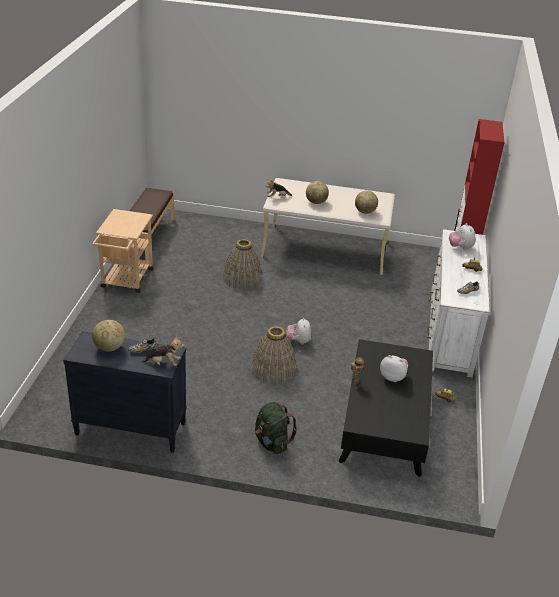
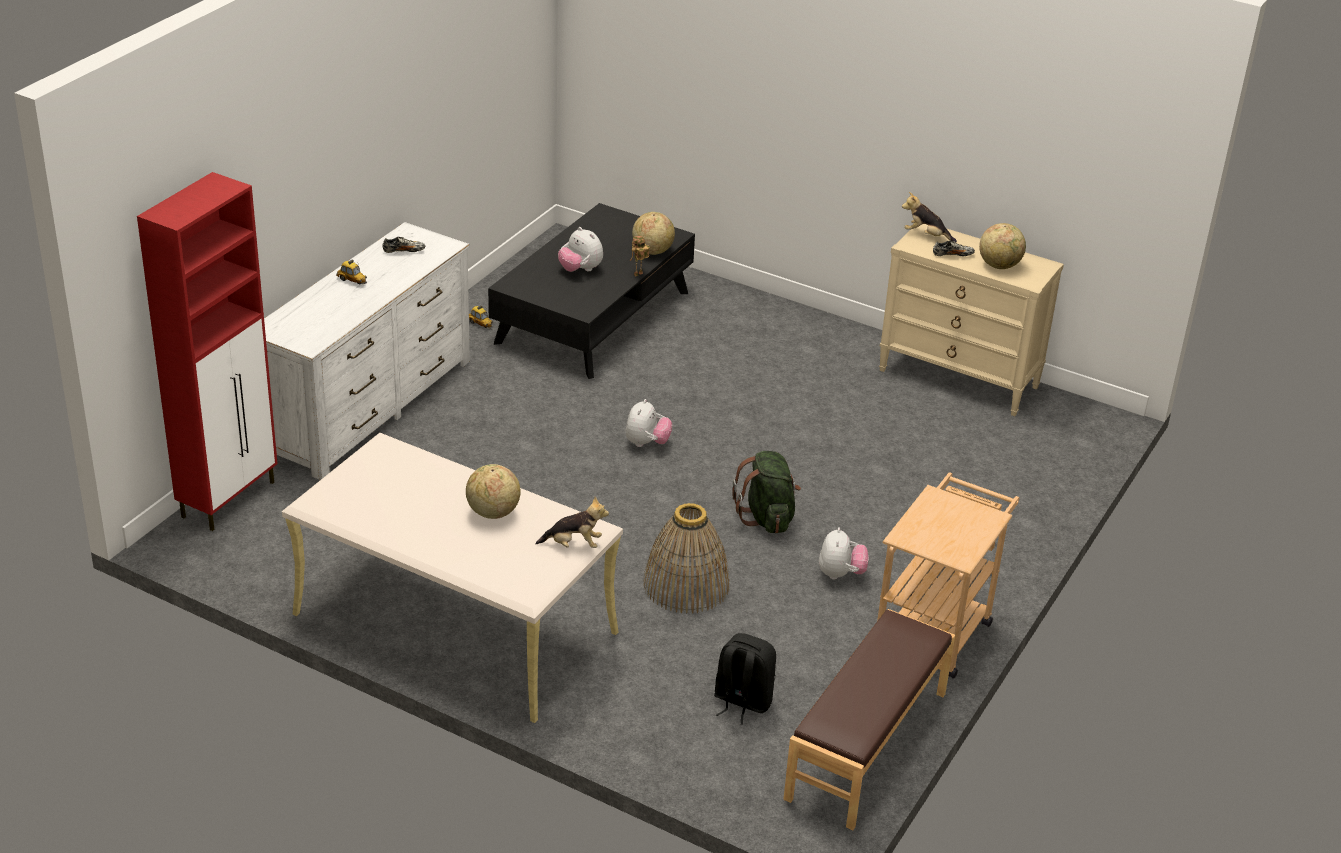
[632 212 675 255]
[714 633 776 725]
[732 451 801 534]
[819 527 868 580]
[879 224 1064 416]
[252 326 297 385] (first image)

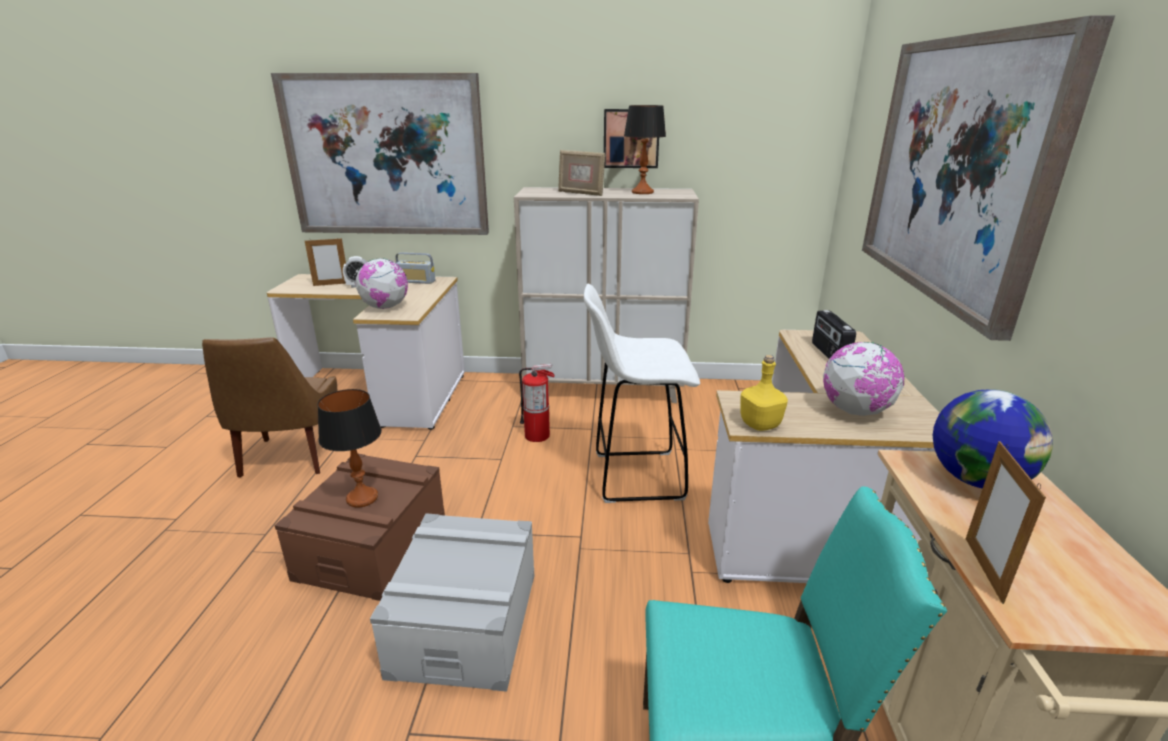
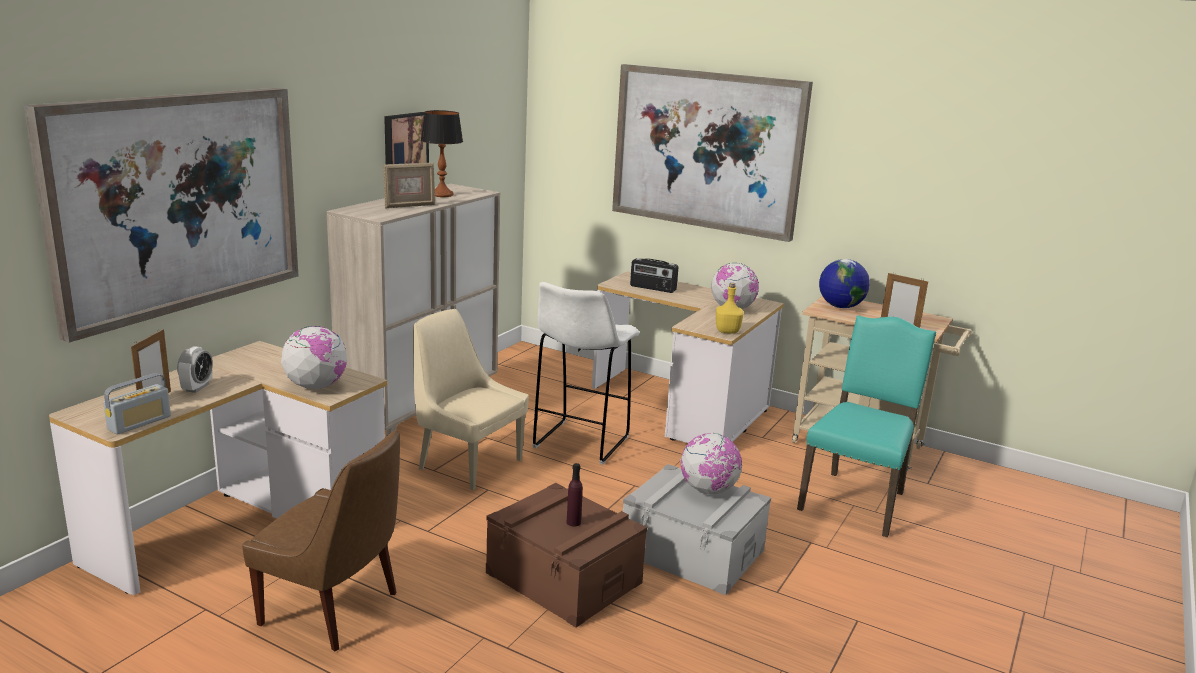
[103 373 171 435]
[413 309 529 490]
[567 463 583 527]
[680 433 742 494]

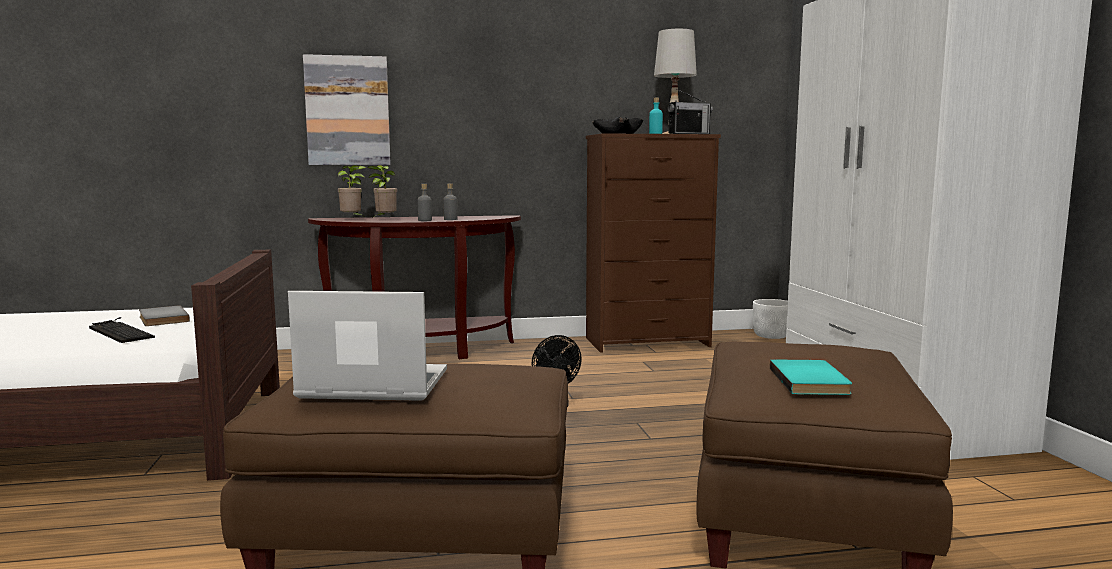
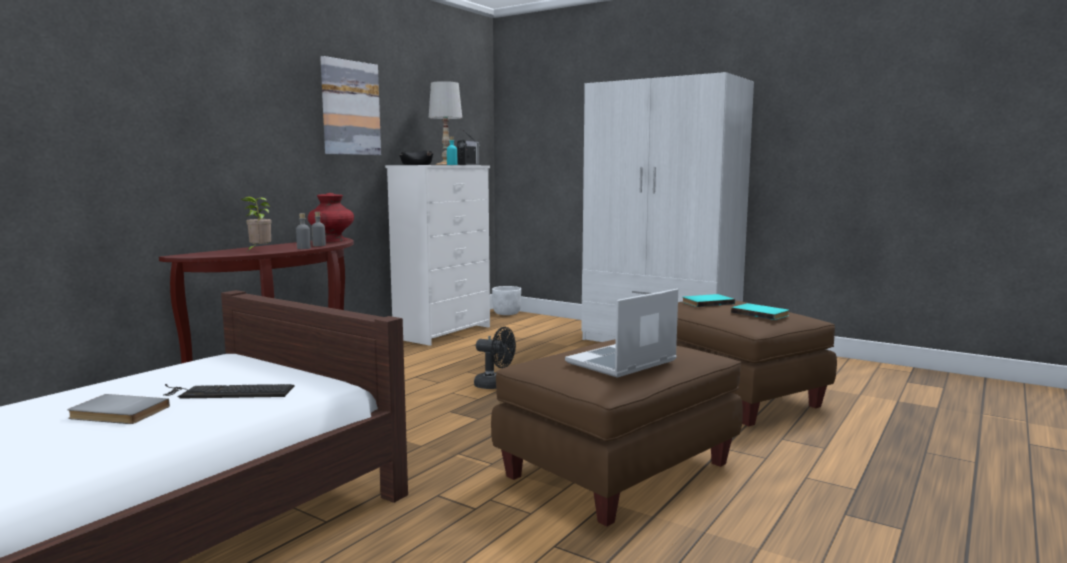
[67 394 170 424]
[308 193 354 242]
[320 56 381 155]
[385 165 490 346]
[683 294 735 307]
[338 165 366 216] (first image)

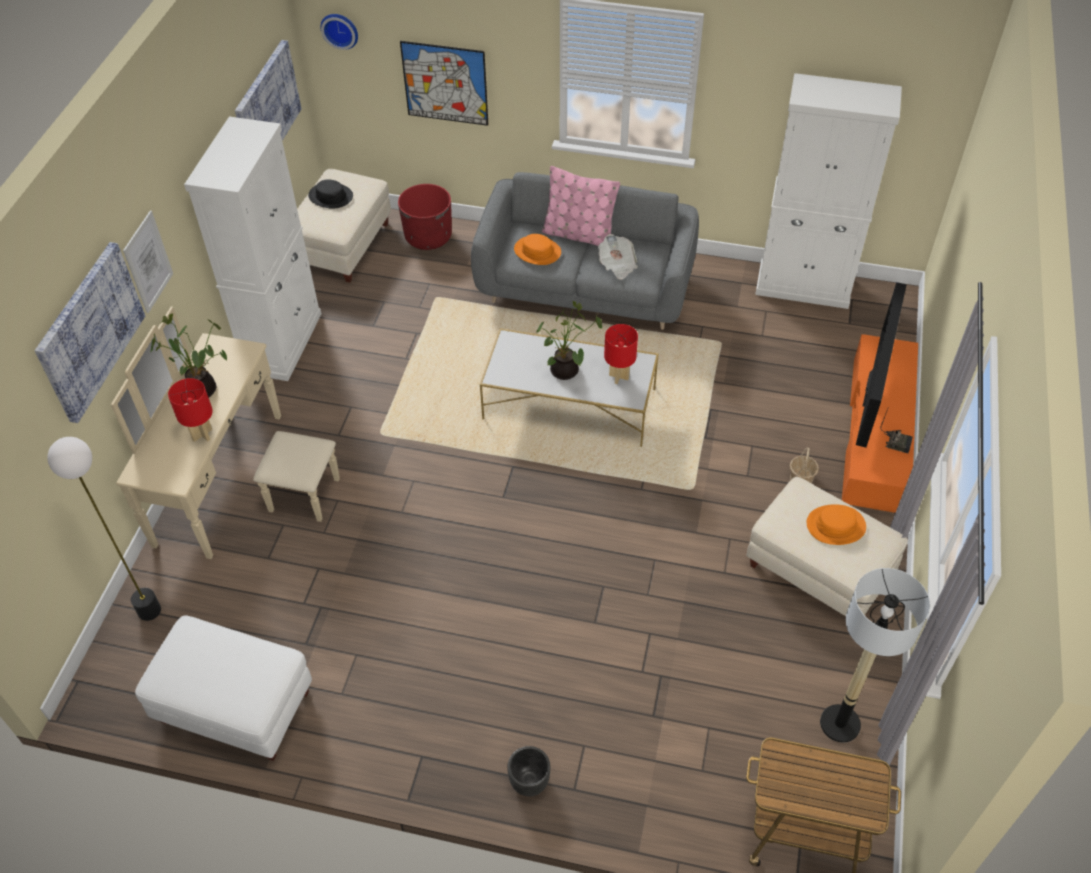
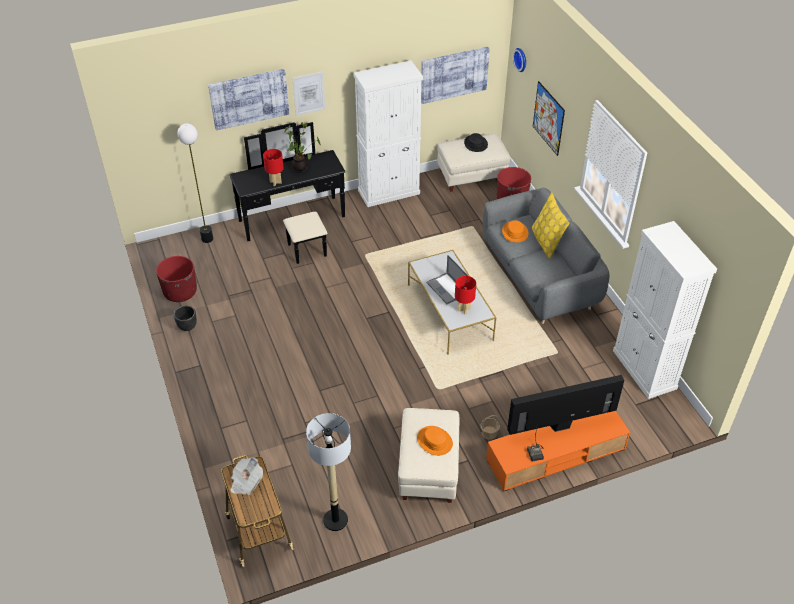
[156 256 197 302]
[174 306 197 331]
[229 122 345 264]
[231 458 263 495]
[426 255 469 304]
[532 192 570 259]

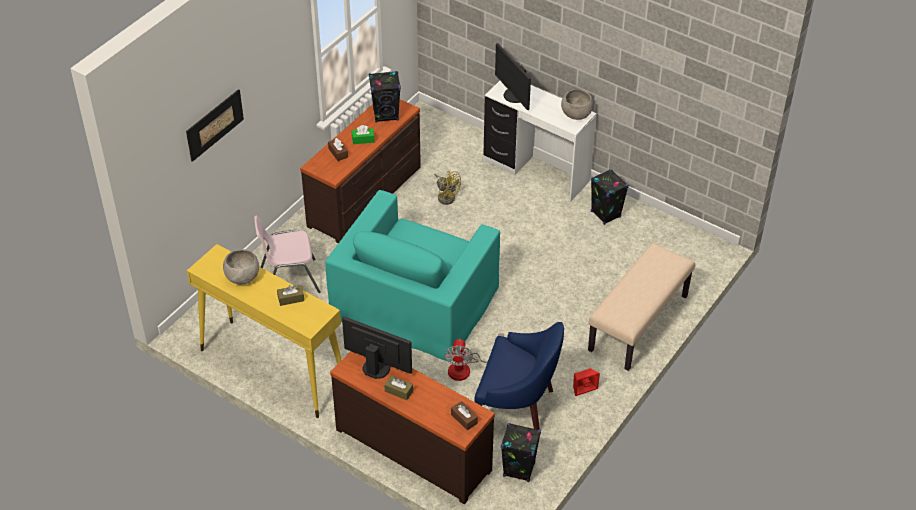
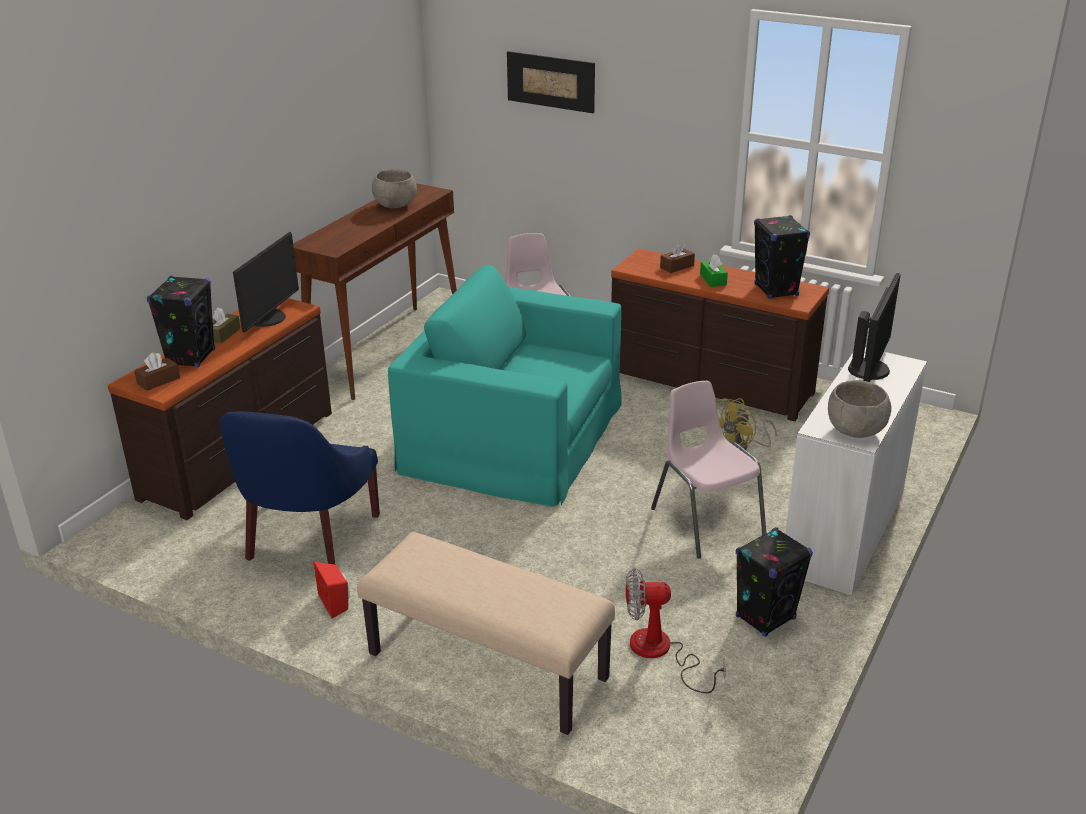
[147 275 215 368]
[293 183 457 400]
[626 568 726 693]
[651 381 766 559]
[848 273 901 382]
[277 285 304 306] (first image)

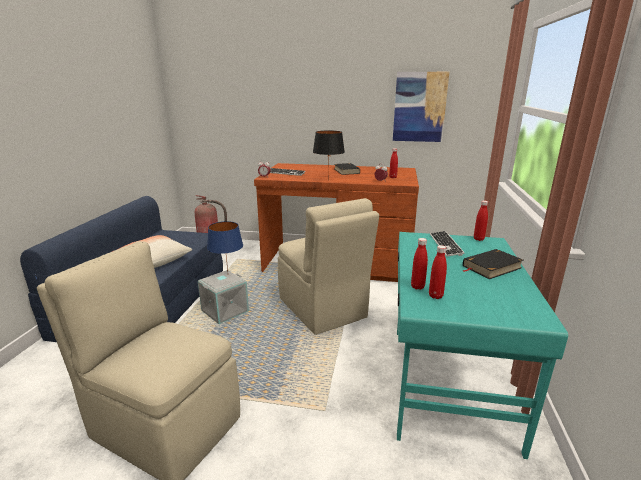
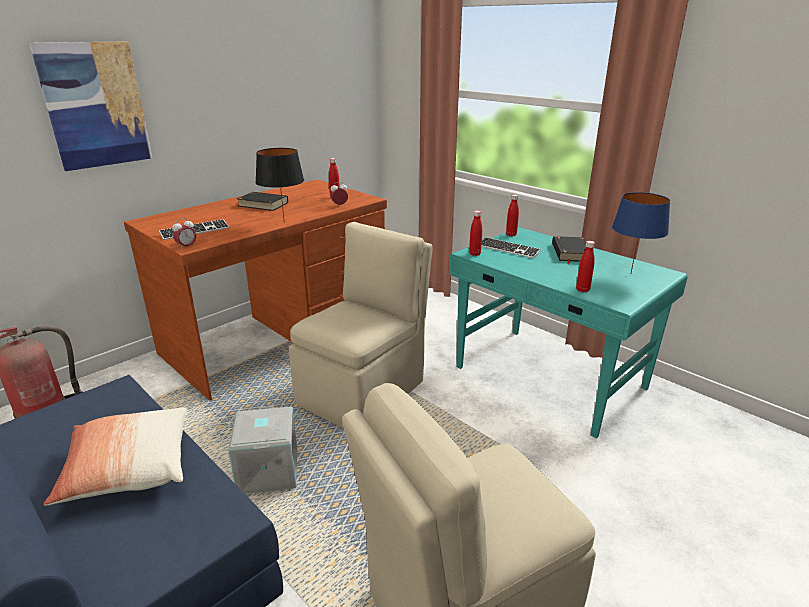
[29 41 152 171]
[289 222 433 428]
[469 211 482 256]
[612 192 670 273]

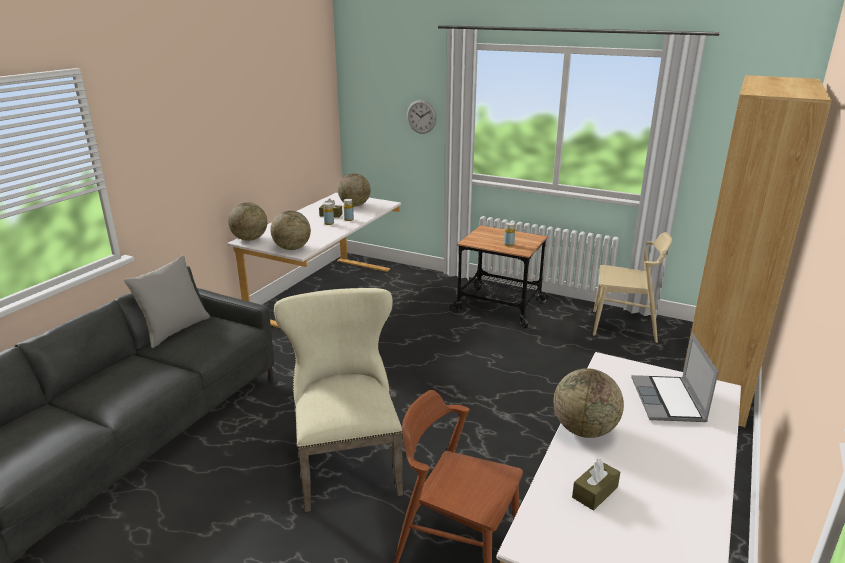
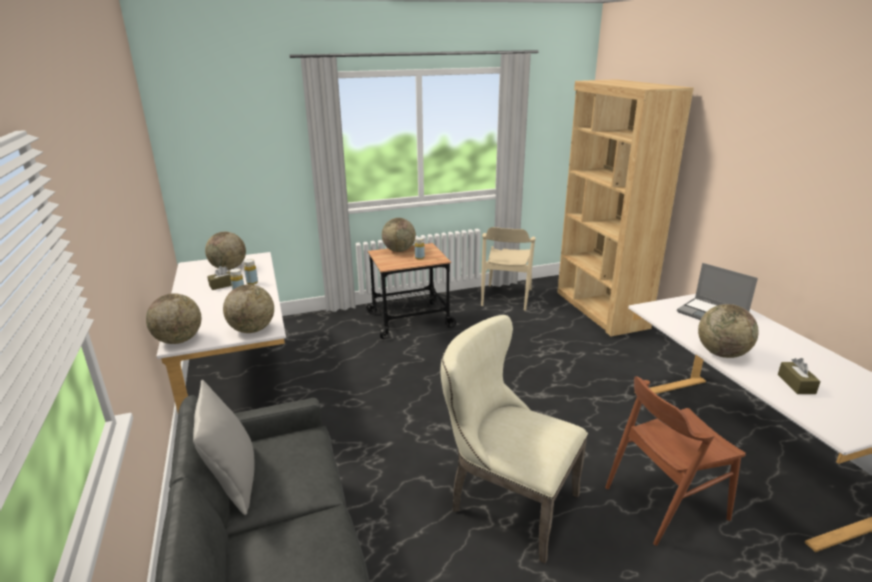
[382 218 416 252]
[481 227 536 311]
[407 100 437 134] (first image)

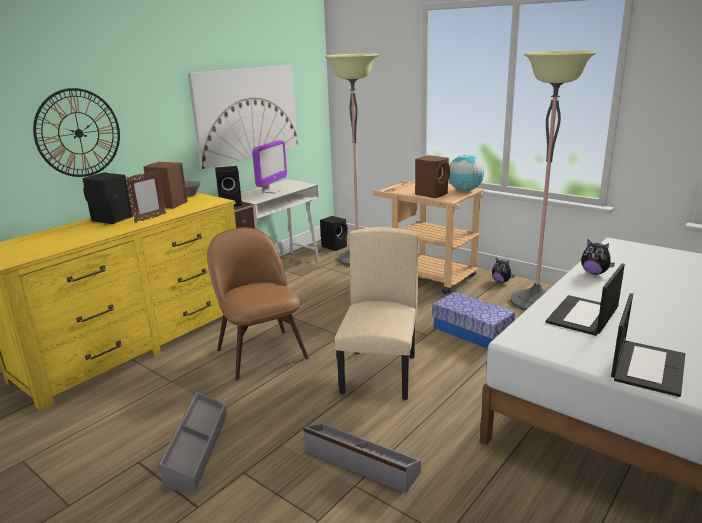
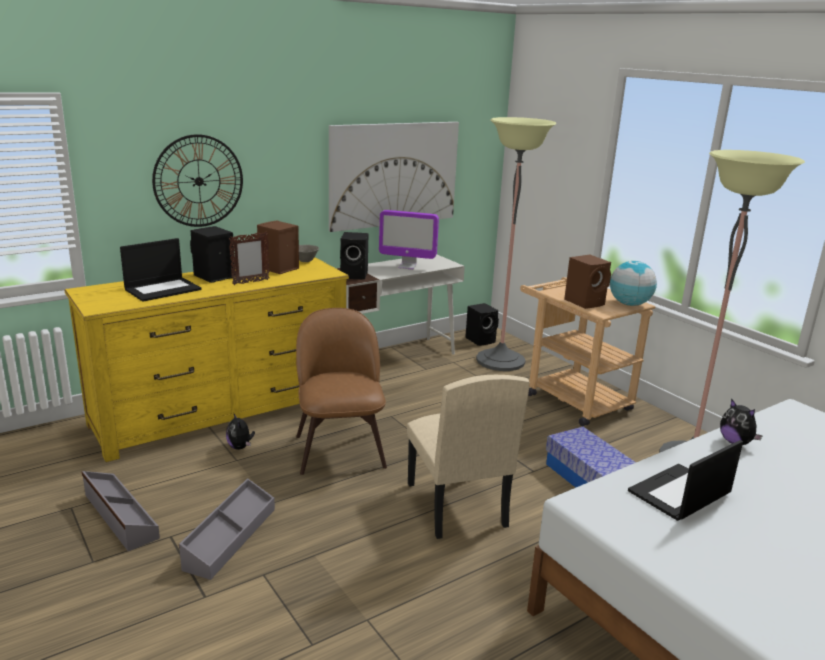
[82 471 160 551]
[120 238 202 302]
[226 412 255 450]
[379 210 439 270]
[407 375 530 539]

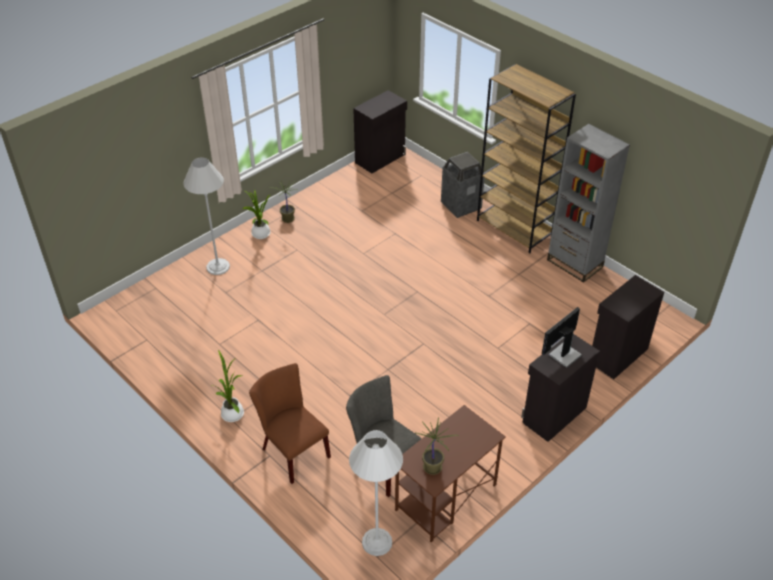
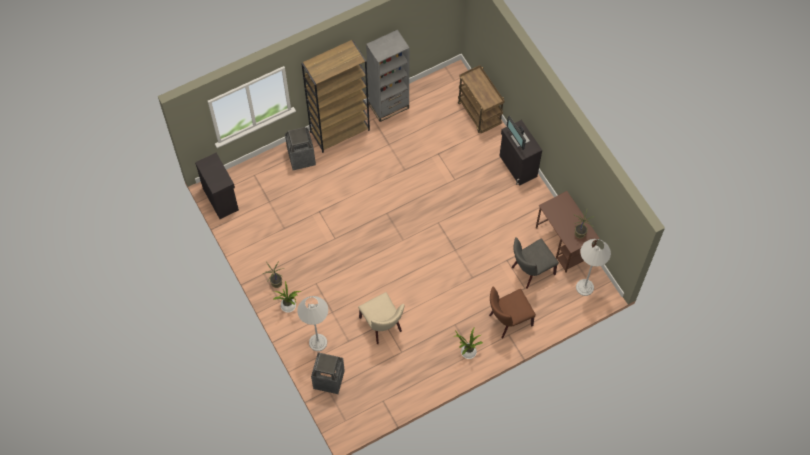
[311 352 345 394]
[358 292 404 344]
[458 65 505 133]

